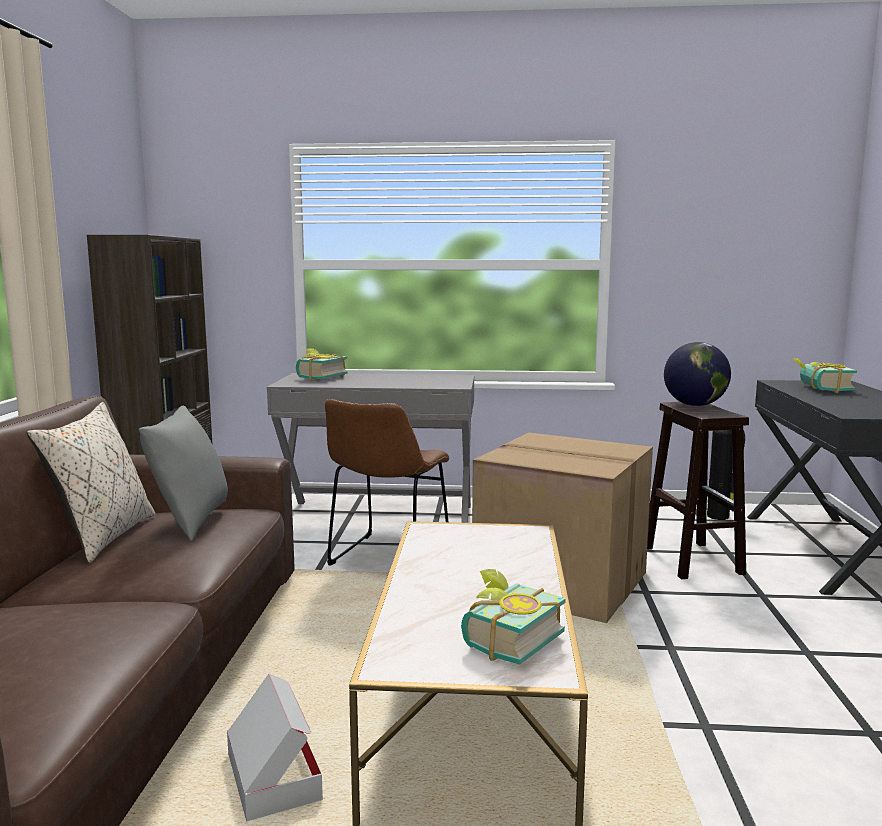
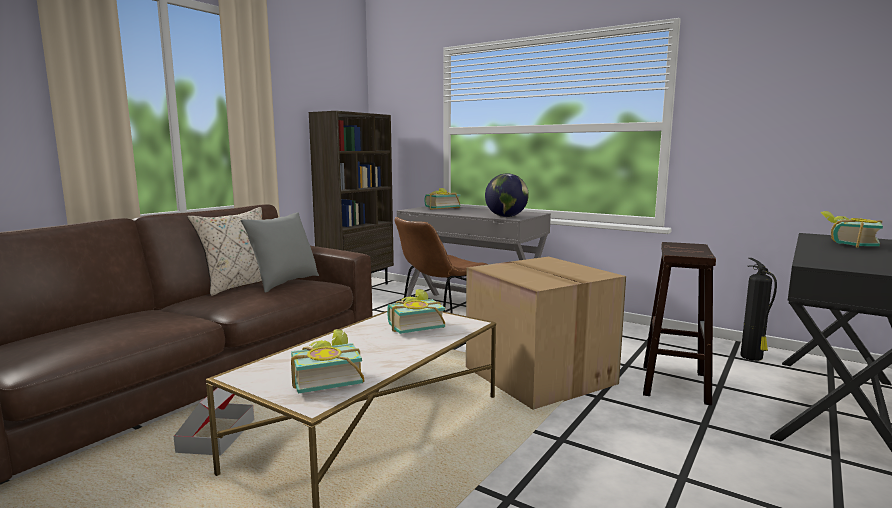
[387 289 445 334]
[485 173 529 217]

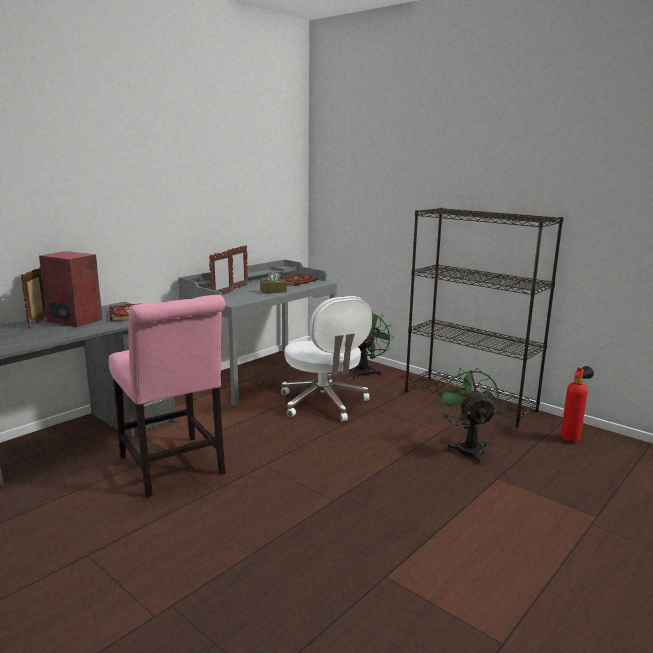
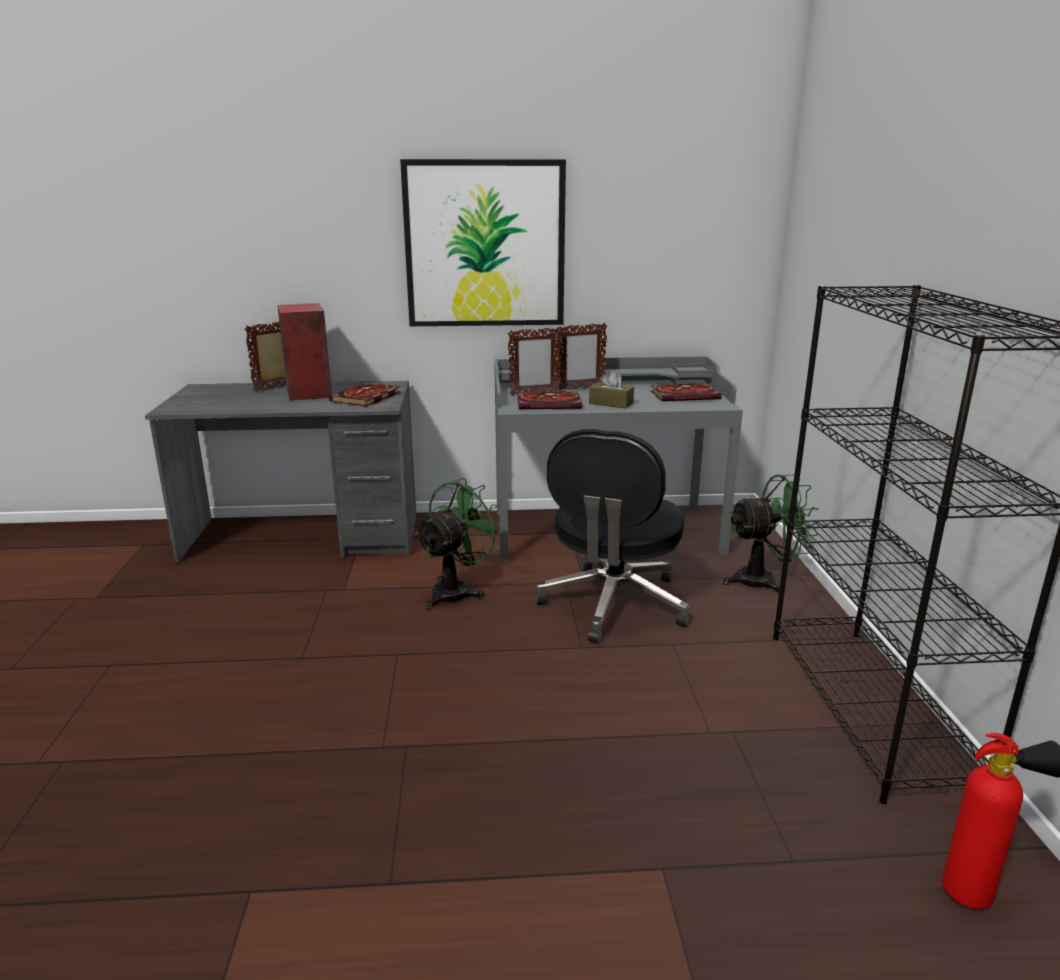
[400 159 566 326]
[414 478 506 610]
[517 391 582 409]
[535 429 690 644]
[108 295 225 497] (first image)

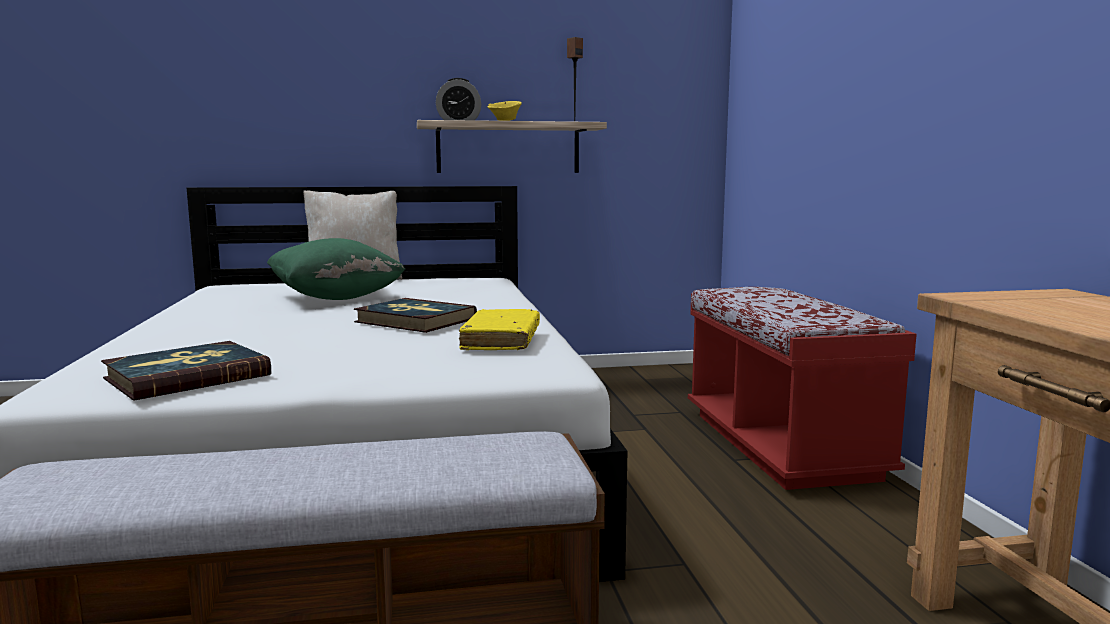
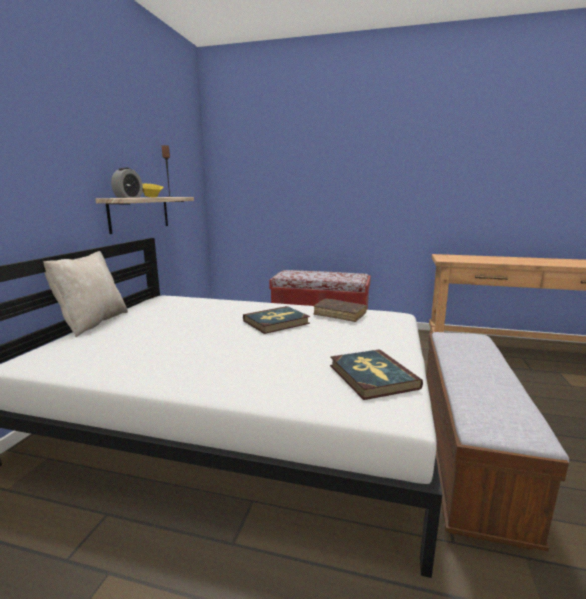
[314 298 367 322]
[267 238 405 300] (first image)

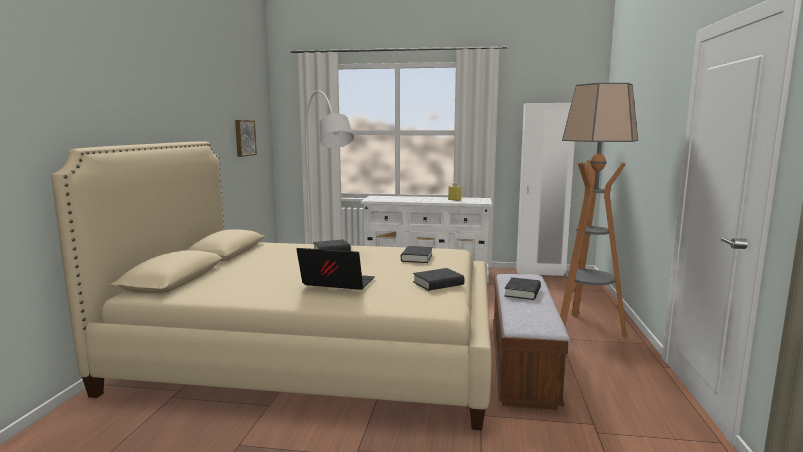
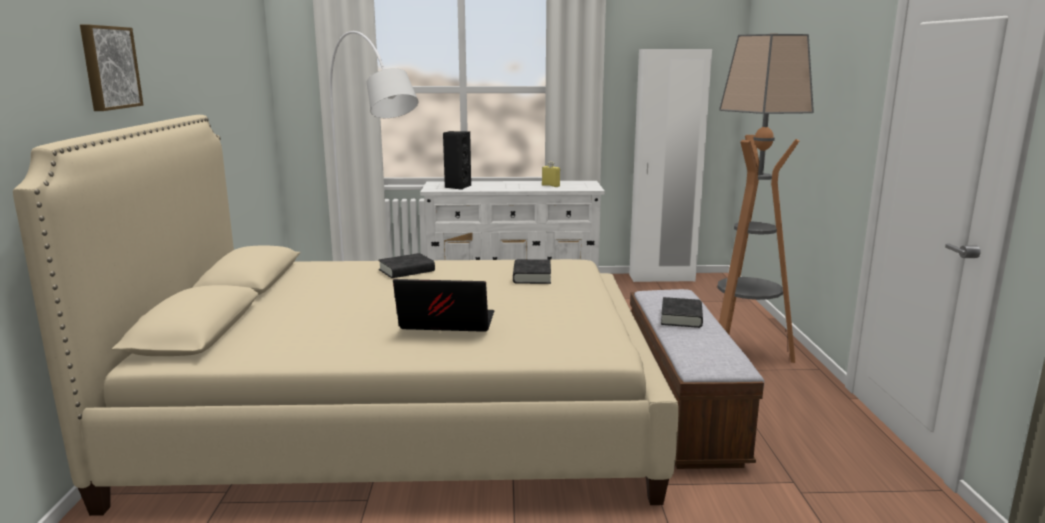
[80 25 143 111]
[443 131 471 190]
[413 268 464 291] (first image)

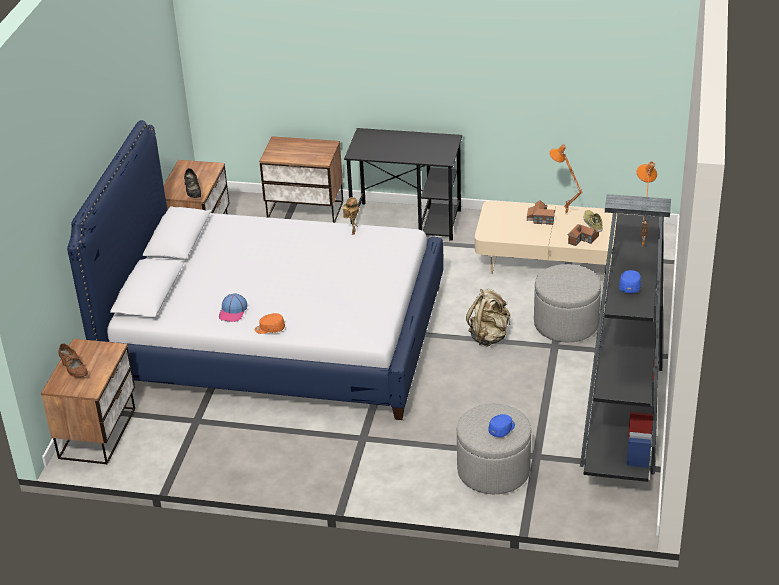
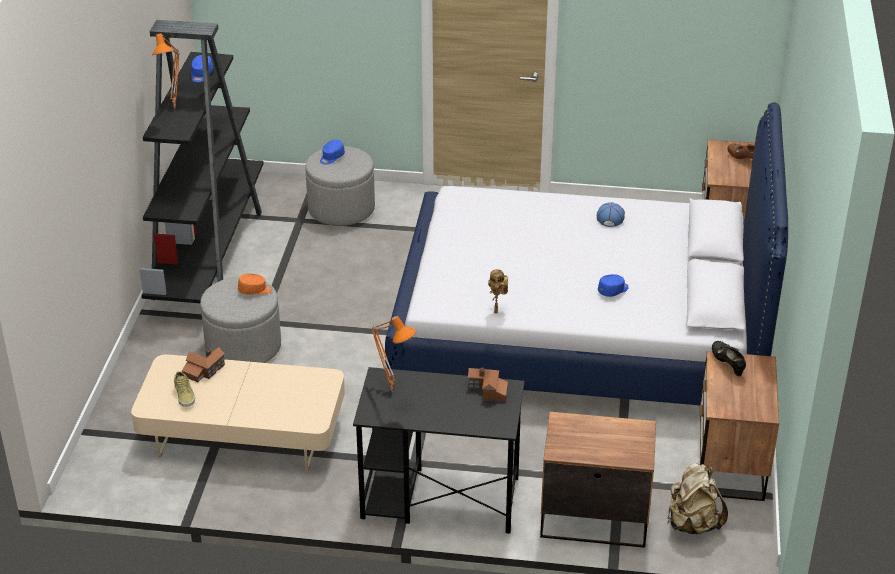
[238 274 272 295]
[371 316 416 392]
[468 368 508 402]
[598 274 628 297]
[667 463 728 534]

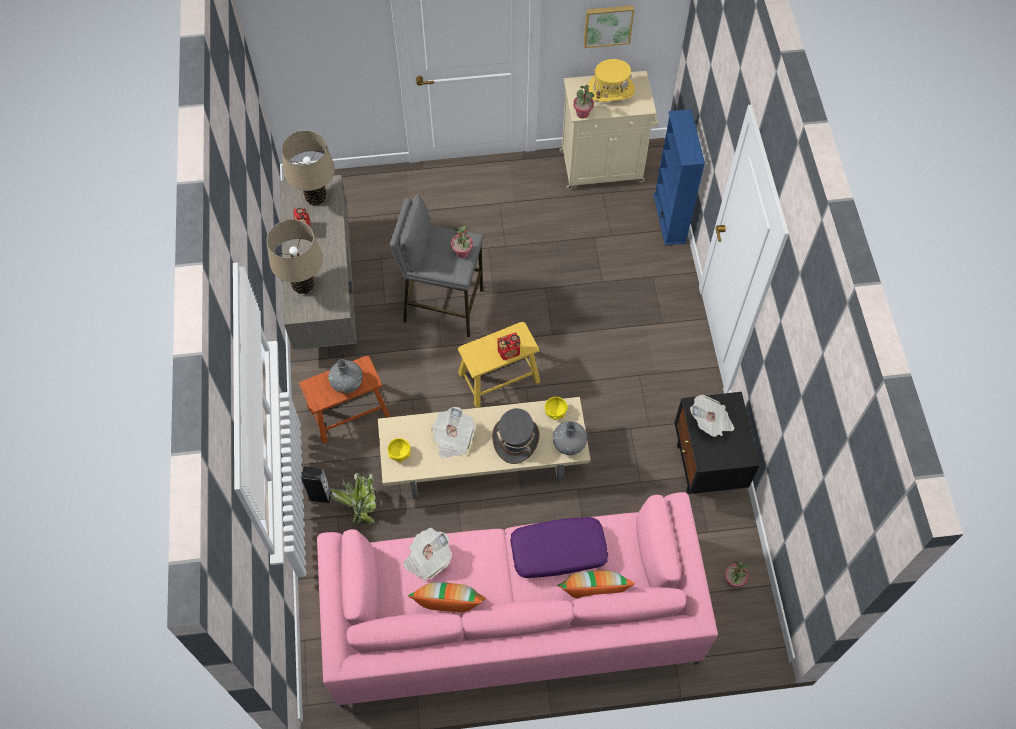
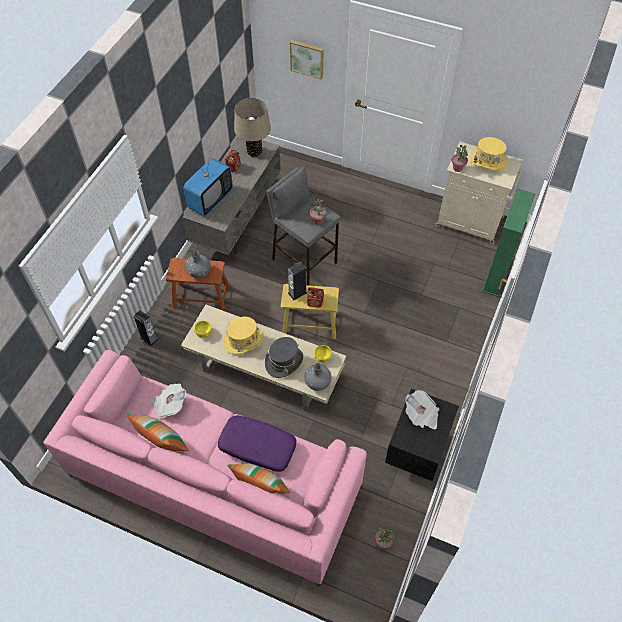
[183 154 233 216]
[223 317 263 354]
[288 262 307 300]
[290 40 324 80]
[482 188 535 297]
[330 473 376 523] (first image)

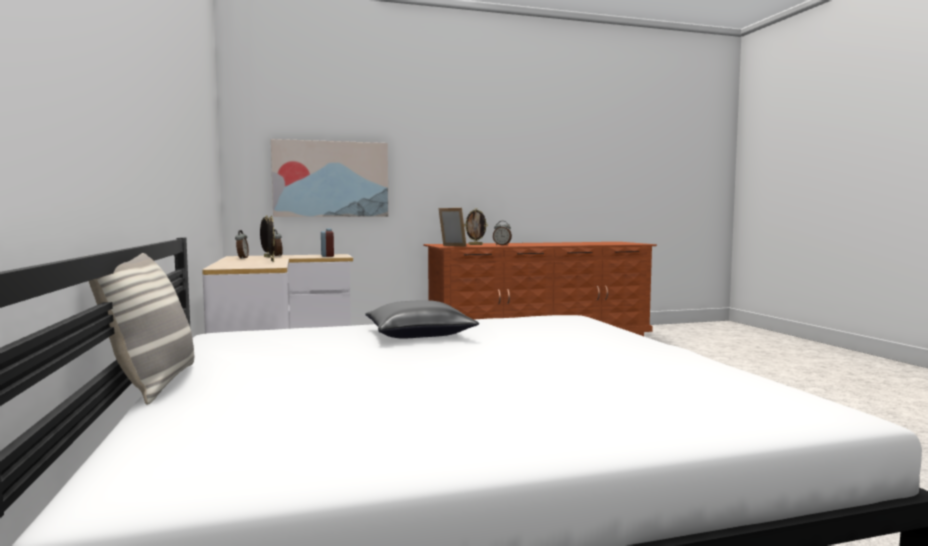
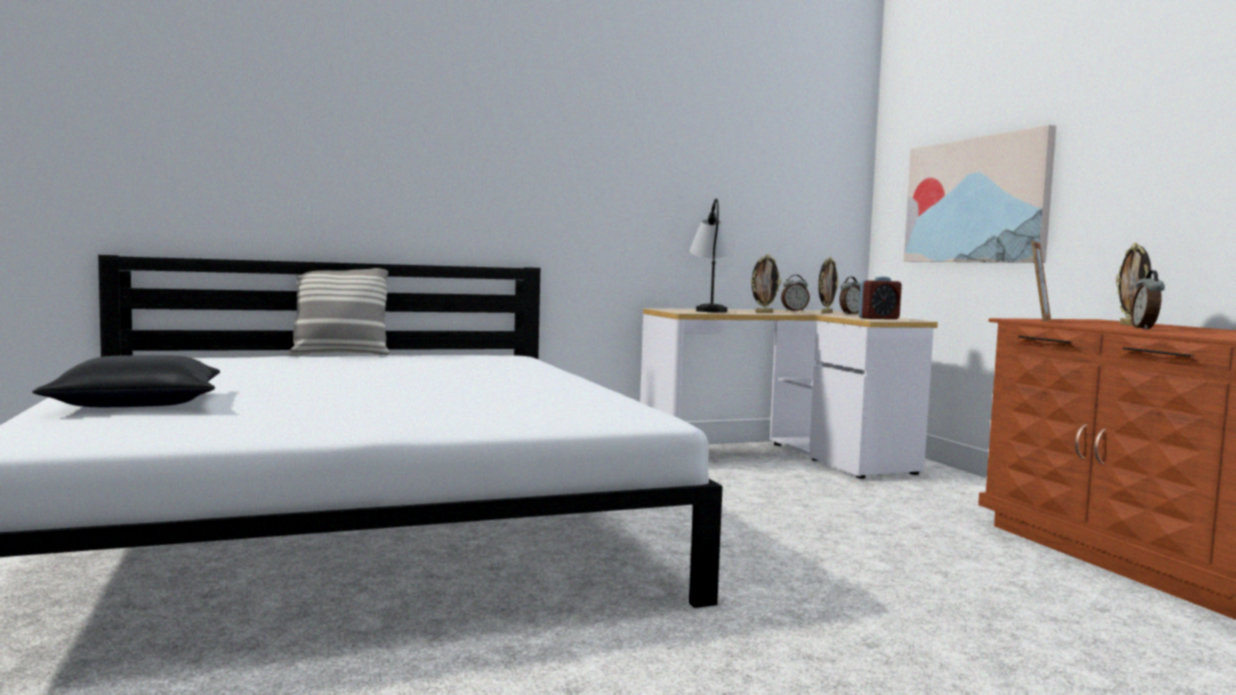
[32 355 220 407]
[689 198 730 313]

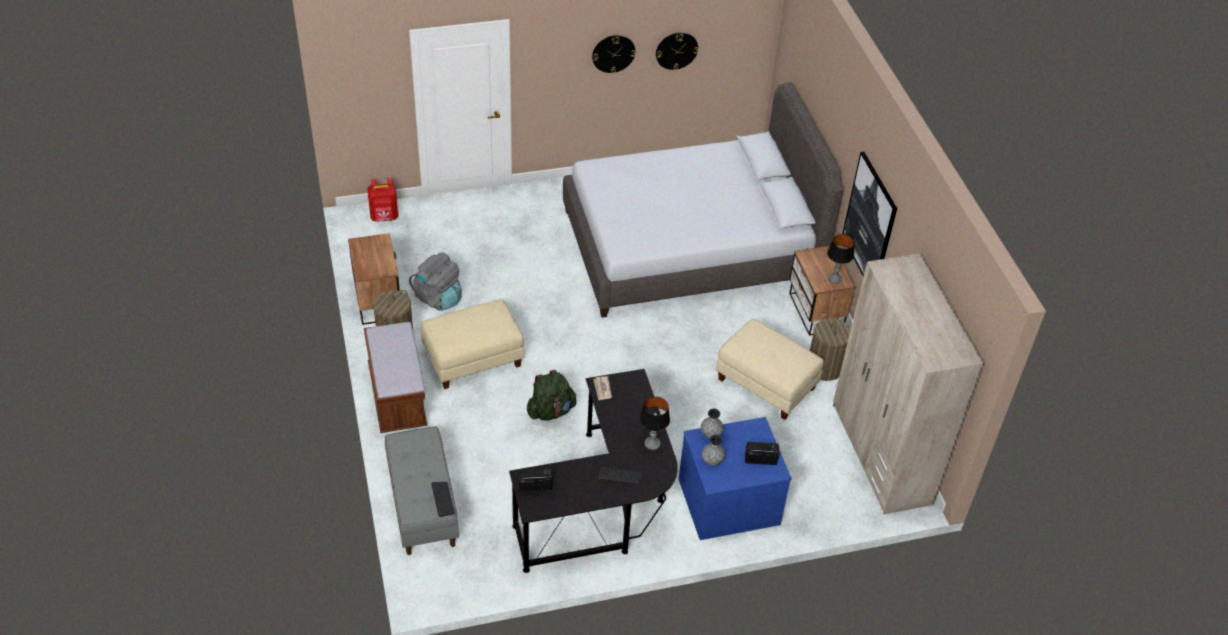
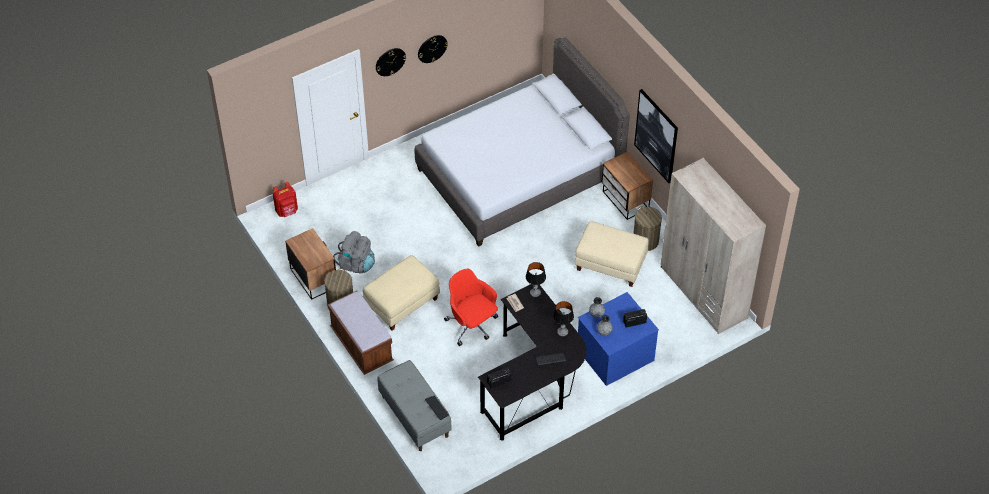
[376 48 406 76]
[444 269 498 346]
[526 262 546 297]

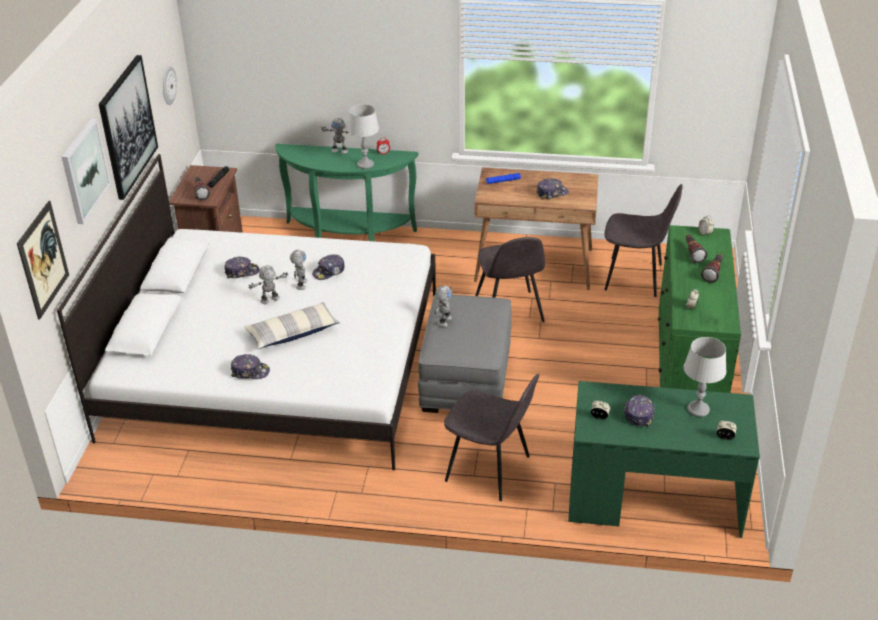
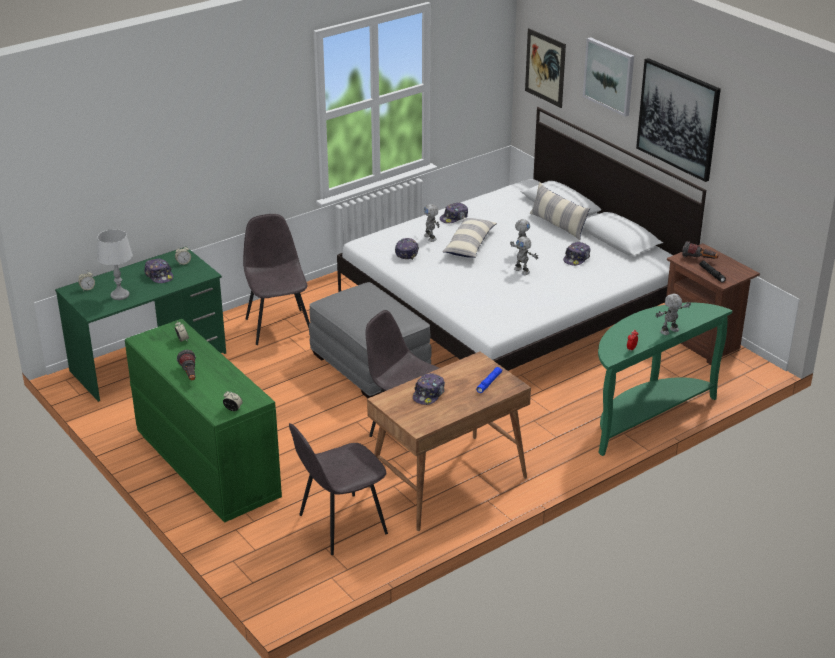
[243 214 310 345]
[395 238 419 260]
[424 204 440 242]
[529 182 590 240]
[163 66 177 105] (first image)
[347 104 379 169] (first image)
[686 234 707 263] (first image)

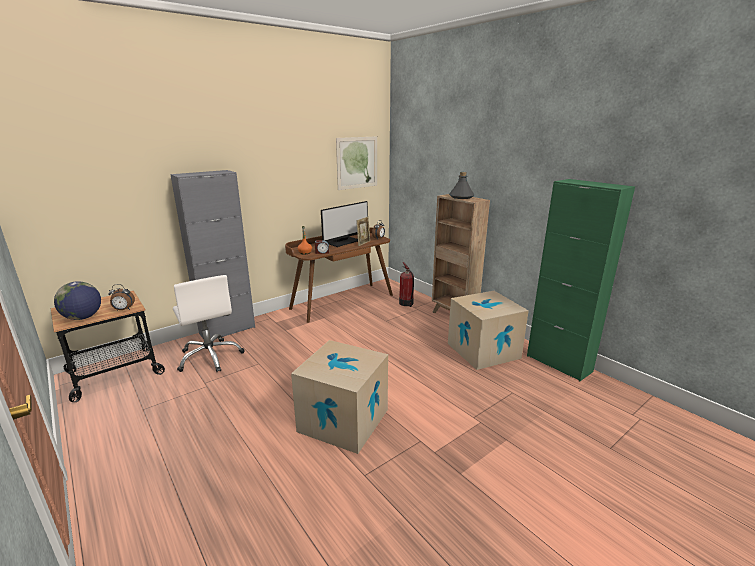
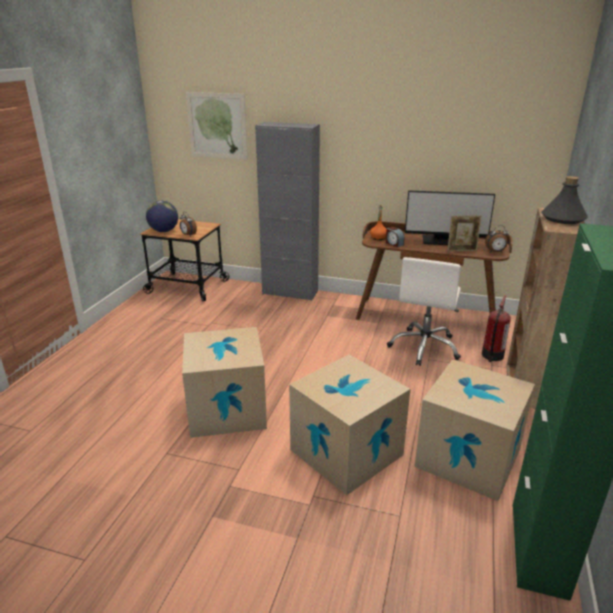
[186 92 248 160]
[289 355 410 495]
[387 257 461 366]

